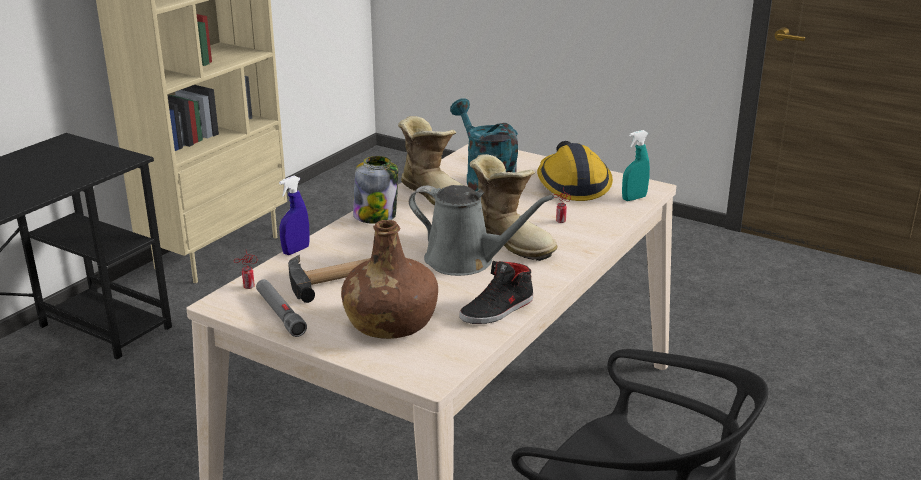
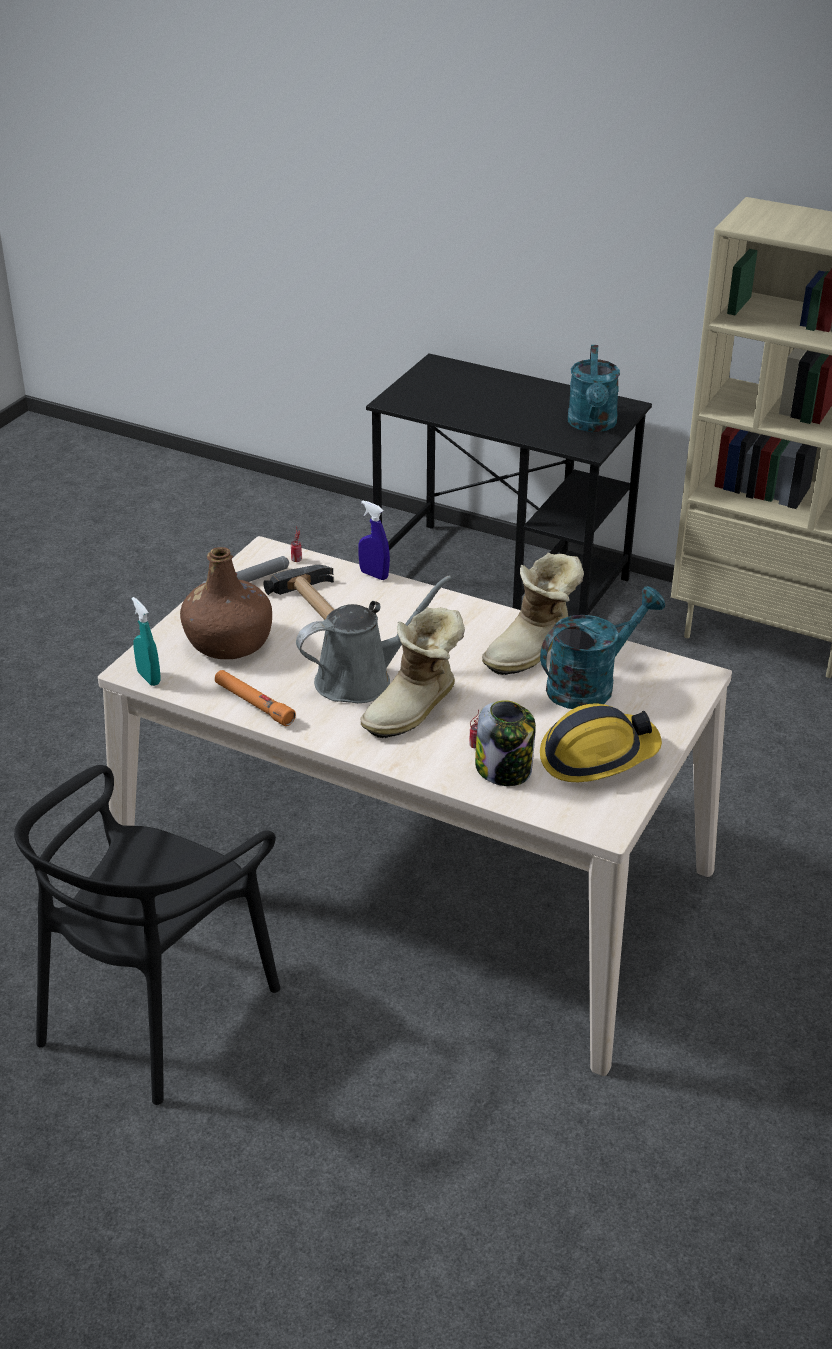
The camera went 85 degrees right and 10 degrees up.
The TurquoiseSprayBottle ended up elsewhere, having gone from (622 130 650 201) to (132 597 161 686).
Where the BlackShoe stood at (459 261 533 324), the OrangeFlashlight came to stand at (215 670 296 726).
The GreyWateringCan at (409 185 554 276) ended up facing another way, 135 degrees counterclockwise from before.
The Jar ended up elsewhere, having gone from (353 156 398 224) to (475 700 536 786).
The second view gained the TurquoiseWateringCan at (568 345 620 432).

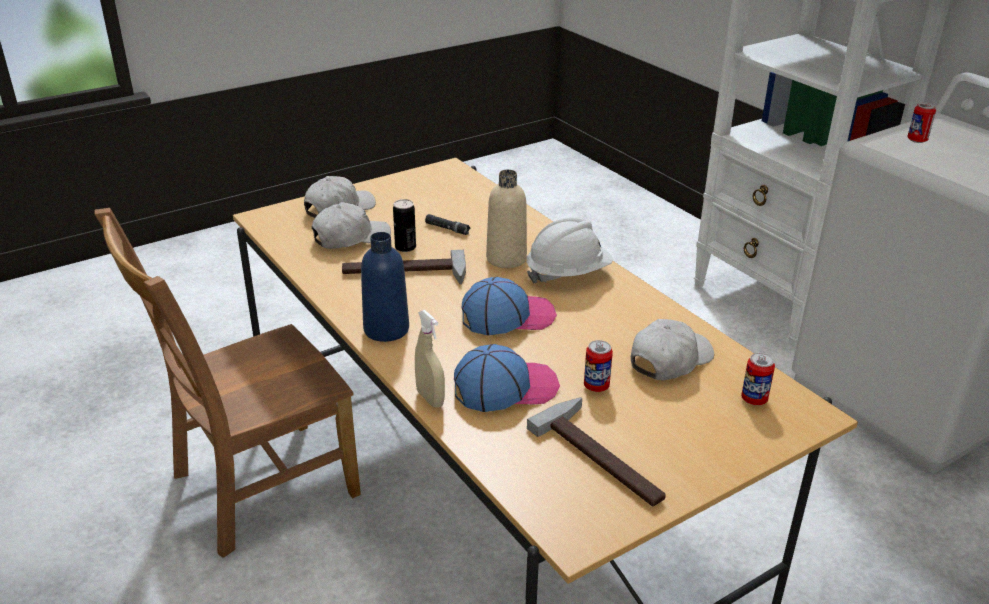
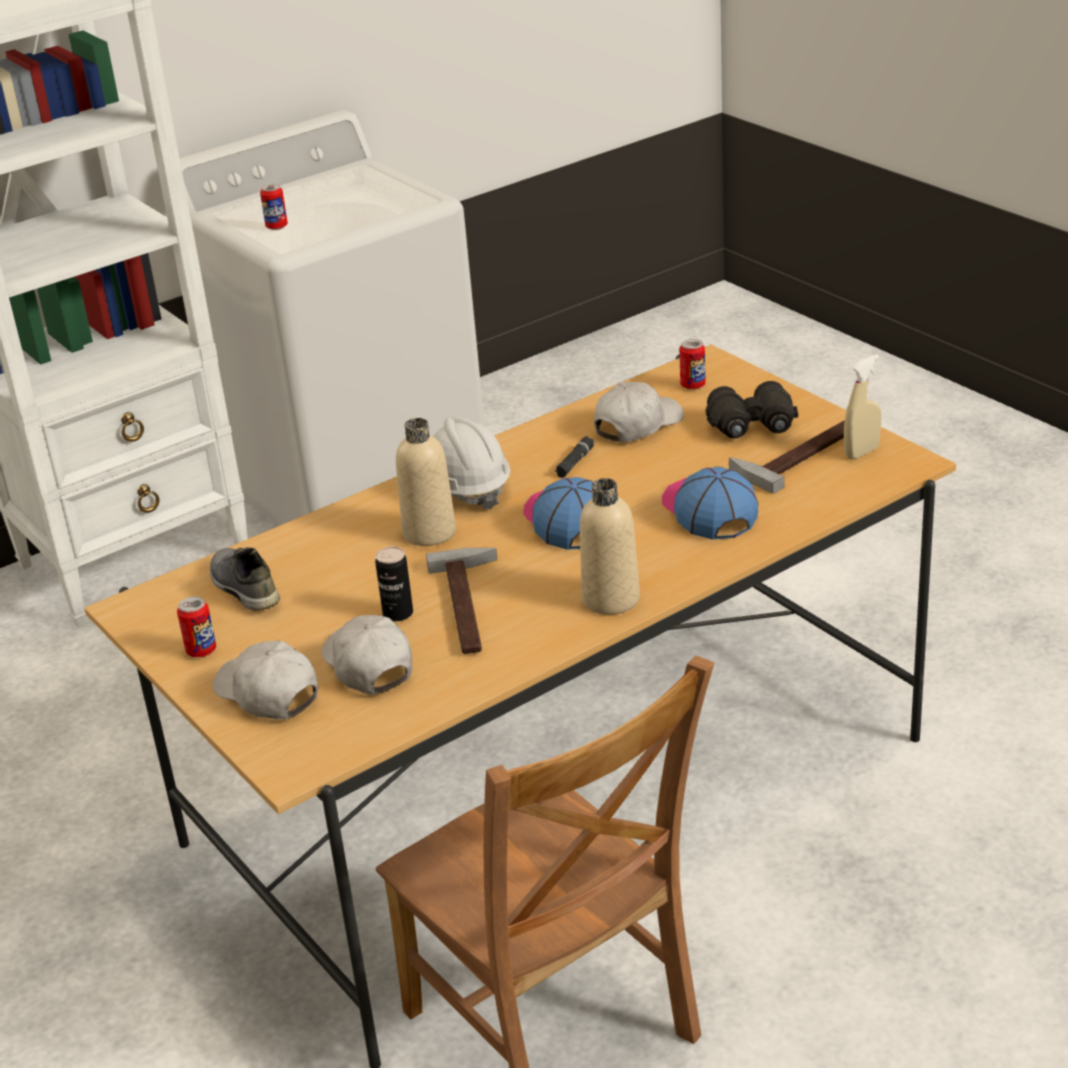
The camera went 90 degrees left and 0 degrees up.
The Can ended up elsewhere, having gone from (584 340 613 392) to (177 597 216 657).
The second view gained the GreyShoe at (210 547 280 611).
The BlackFlashlight ended up elsewhere, having gone from (425 214 470 235) to (555 436 594 478).
What was the BlueBottle at (361 232 409 342) turned into the BeigeBottle at (580 478 640 615).
The WhiteCap at (631 319 714 380) ended up facing another way, 90 degrees clockwise from before.
The second view gained the BlackBinoculars at (706 381 798 438).
The BeigeSprayBottle ended up elsewhere, having gone from (415 310 445 408) to (844 354 881 459).

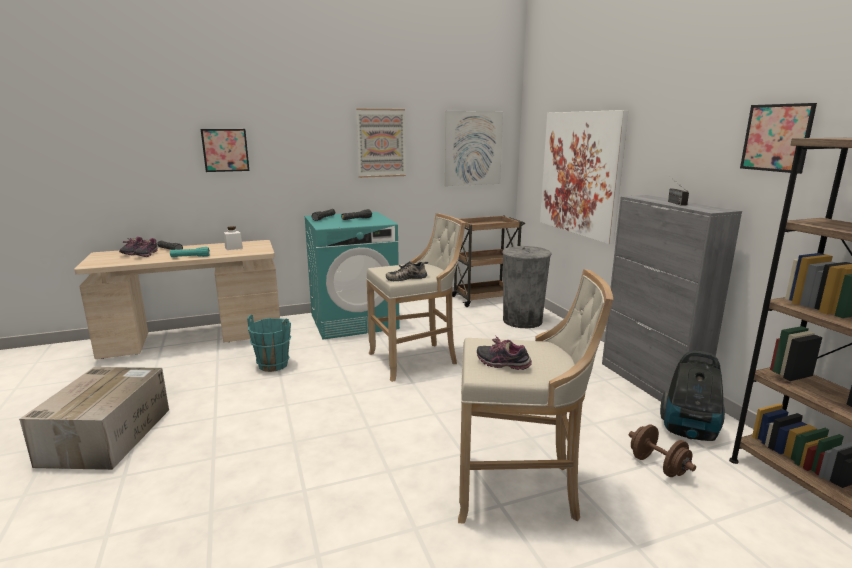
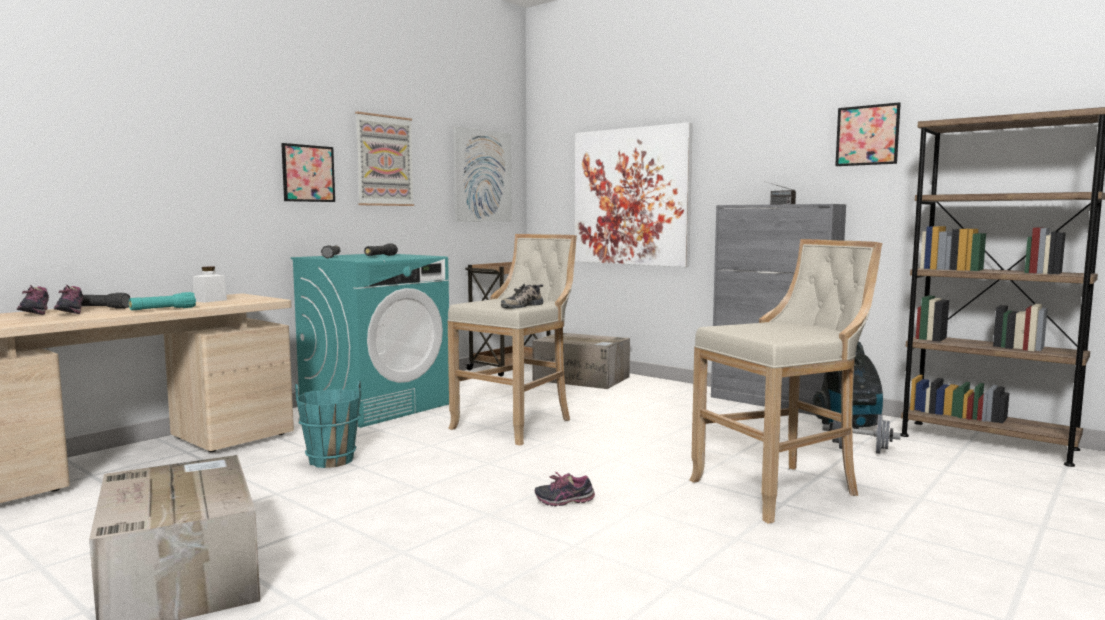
The camera went 30 degrees left and 10 degrees down.
The Picture ended up elsewhere, having gone from (201 129 249 172) to (281 143 335 202).
Where the GreyTrashCan stood at (502 246 552 328), the CardboardBox came to stand at (532 333 630 389).
The Shoe ended up elsewhere, having gone from (477 336 532 370) to (535 472 595 506).
What was the BrownDumbbell at (629 424 696 477) turned into the GreyDumbbell at (823 414 901 454).

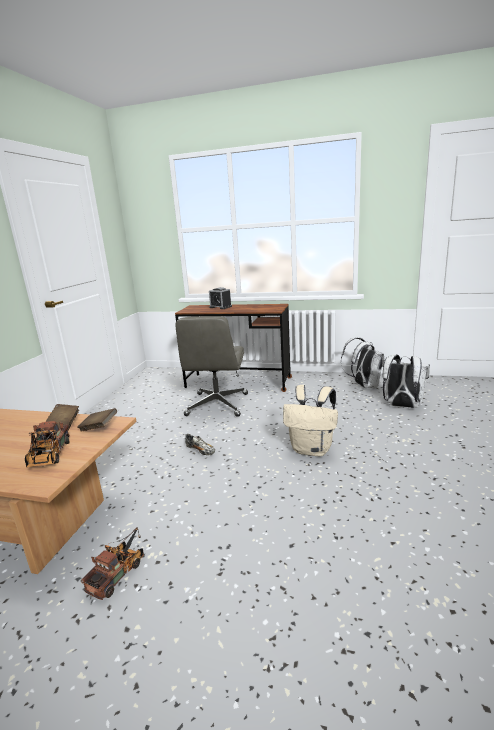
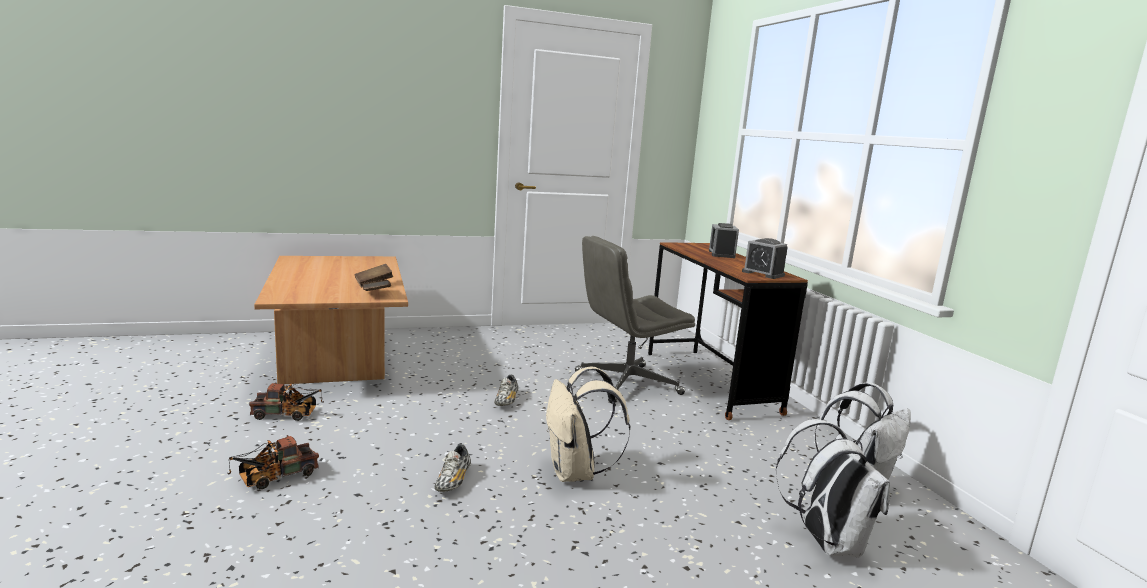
The camera went 55 degrees right and 5 degrees down.
The ToyTruck ended up elsewhere, having gone from (25 421 70 467) to (227 435 319 489).
The second view gained the Shoe at (434 444 471 492).
The second view gained the AlarmClock at (742 238 788 279).

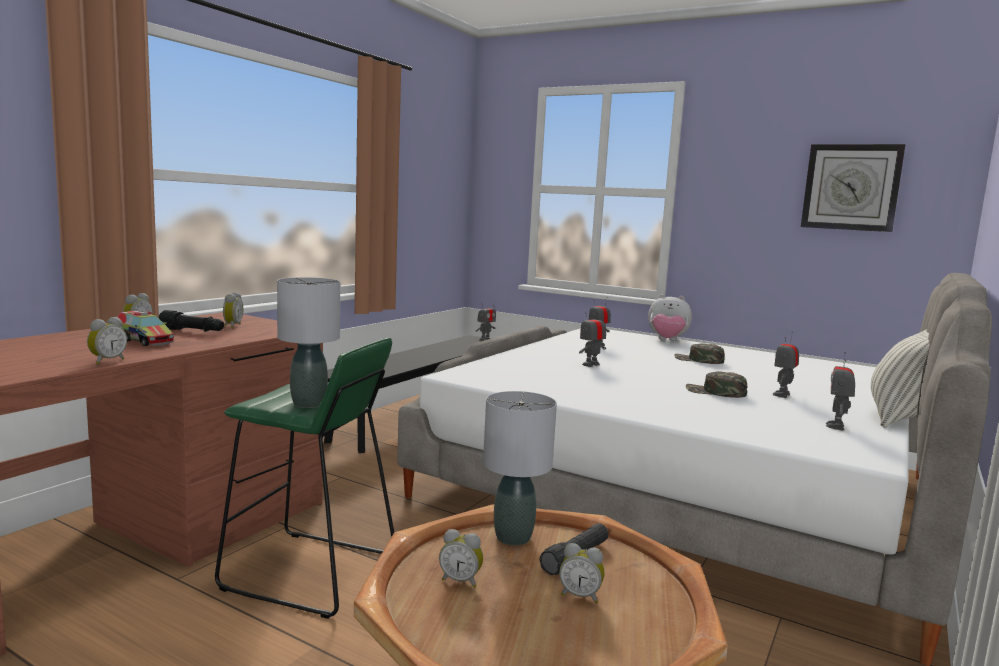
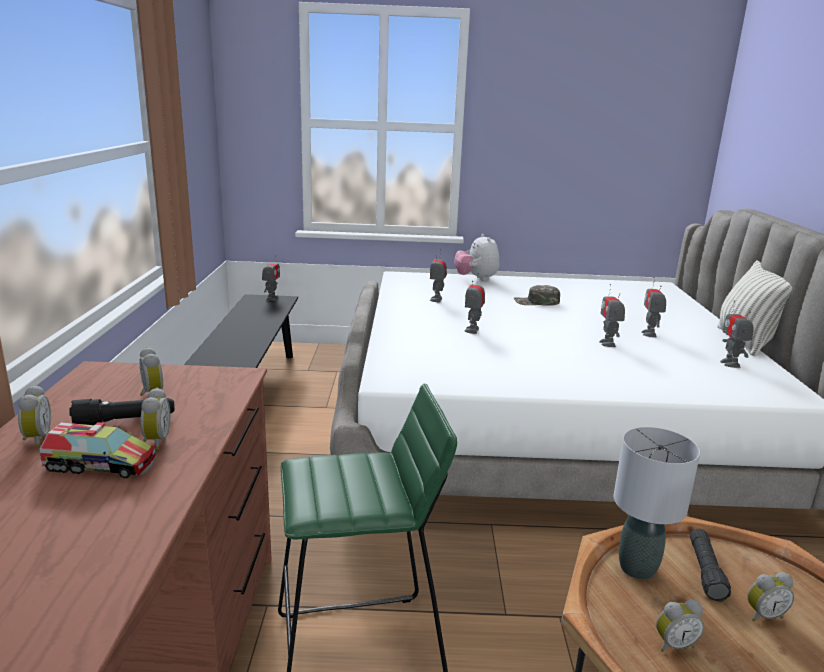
The camera went 30 degrees left and 10 degrees up.
The AlarmClock ended up elsewhere, having gone from (87 317 127 364) to (141 387 171 449).
The PlushToy at (648 294 692 341) ended up facing another way, 90 degrees clockwise from before.
Where the GreenCap stood at (686 371 747 398), the ToyRobot came to stand at (599 284 625 347).
The second view lost the GreyTableLamp at (277 277 340 408).
The second view lost the WallClock at (801 144 906 232).

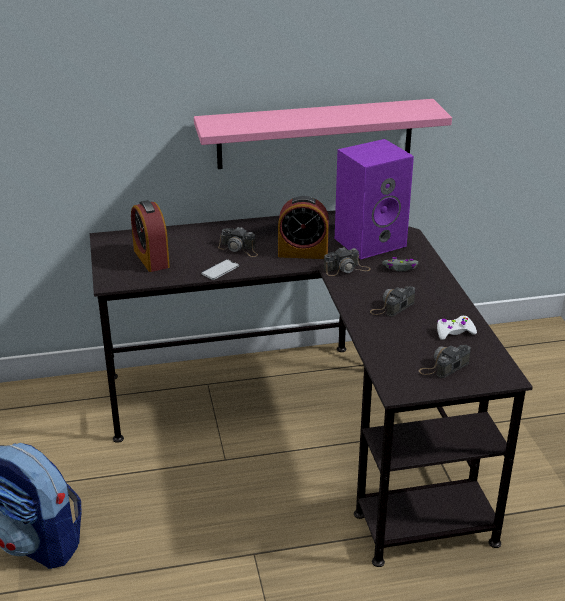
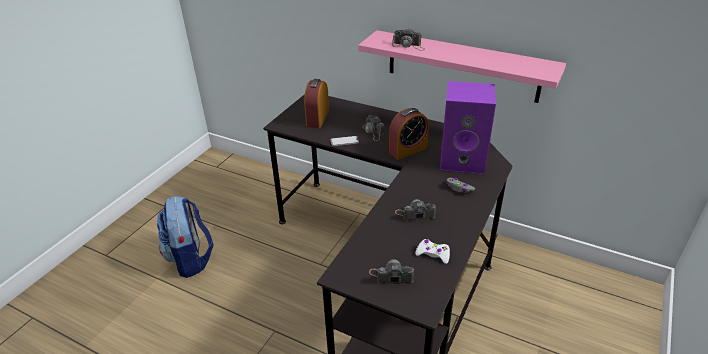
The camera went 40 degrees right and 5 degrees up.
The AlarmClock at (278 196 329 259) ended up facing another way, 75 degrees counterclockwise from before.
The PhotoCamera ended up elsewhere, having gone from (324 247 371 276) to (392 28 425 50).

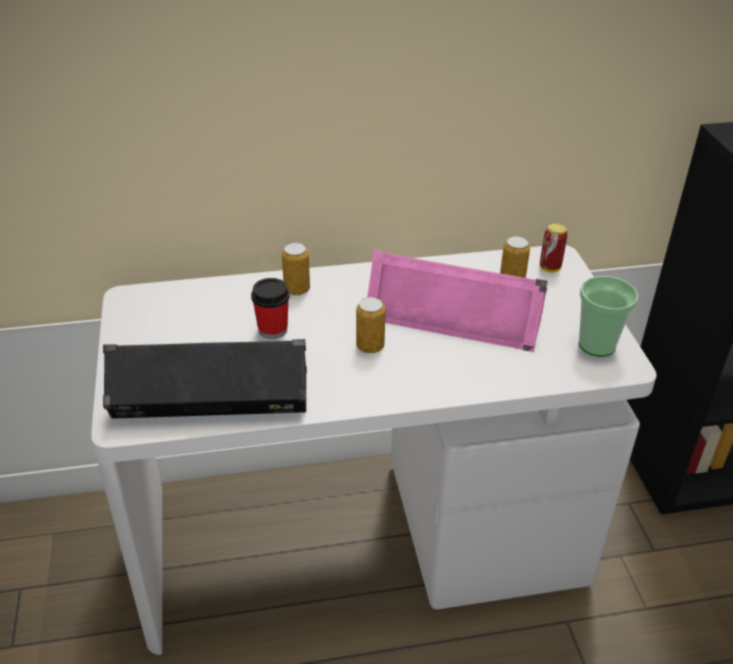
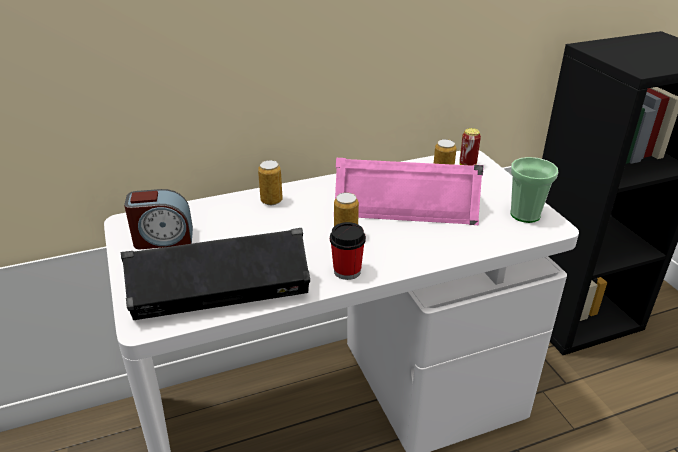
The camera went 10 degrees left and 5 degrees down.
The second view gained the AlarmClock at (124 189 193 249).
The Cup ended up elsewhere, having gone from (251 278 290 339) to (330 222 366 280).

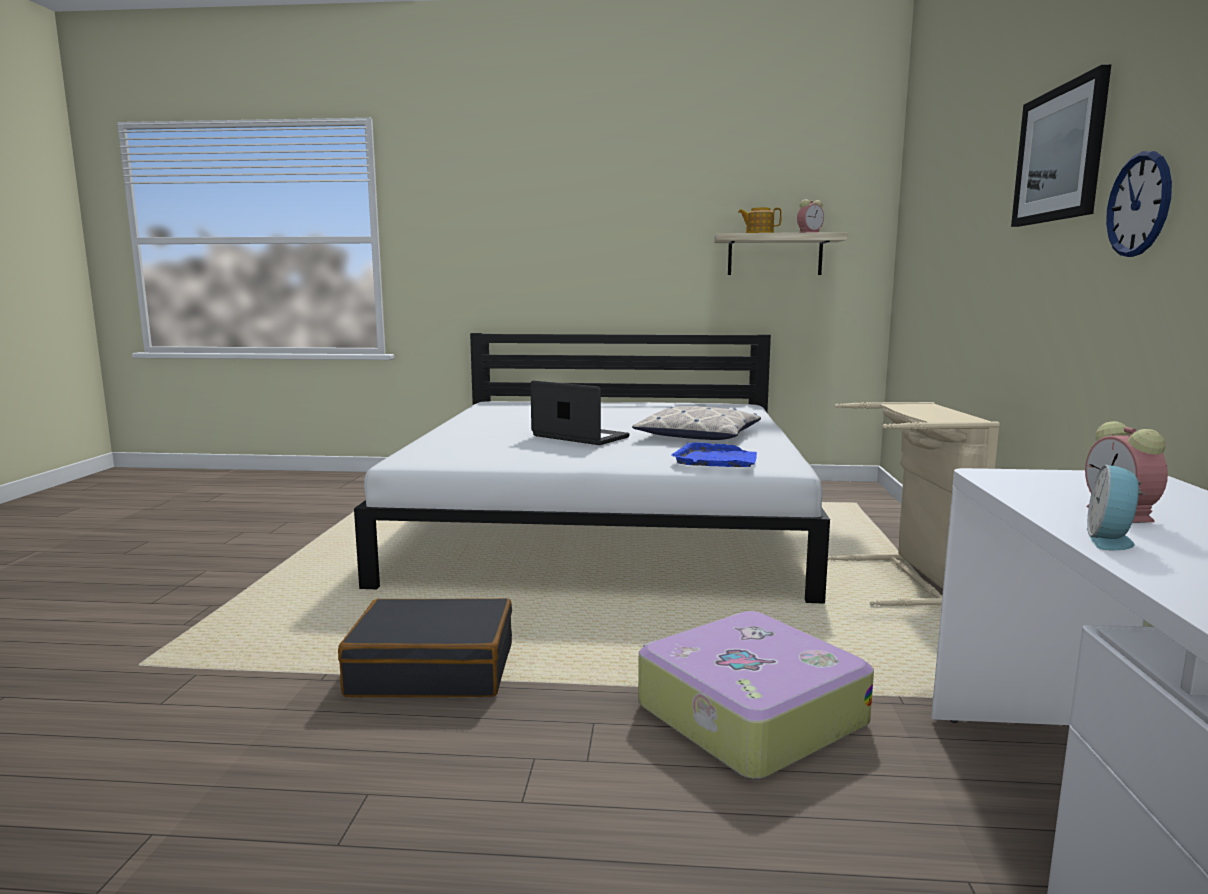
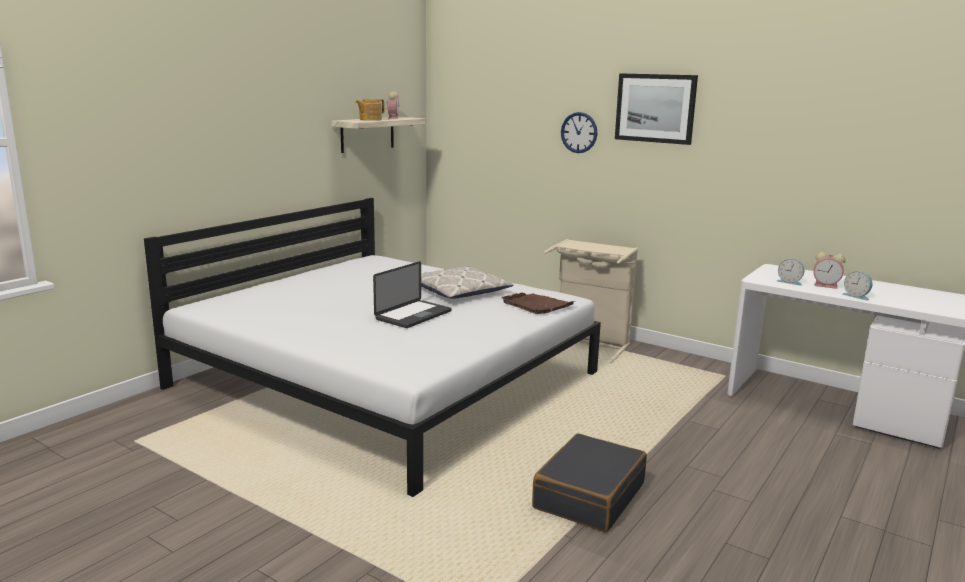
The camera went 60 degrees left and 5 degrees up.
The Laptop at (530 381 629 445) ended up facing another way, 150 degrees clockwise from before.
What was the BlueTray at (671 442 757 467) turned into the BrownTray at (501 293 575 314).
The WallClock ended up elsewhere, having gone from (1106 151 1172 257) to (561 112 597 153).
The second view gained the AlarmClock at (777 258 804 286).
The second view lost the Suitcase at (638 611 874 779).

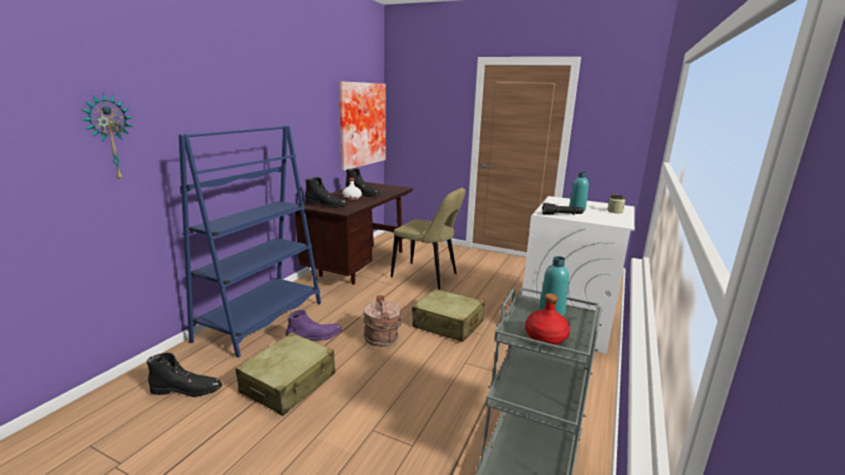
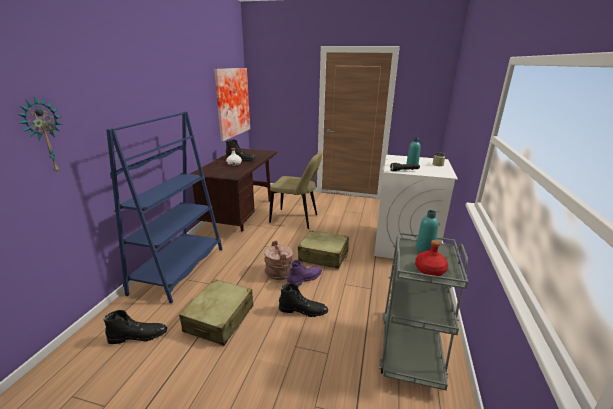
The camera went 10 degrees left and 5 degrees up.
The BlackBoot ended up elsewhere, having gone from (305 177 348 208) to (279 284 328 317).
The PurpleBoot ended up elsewhere, having gone from (286 310 342 340) to (287 260 322 287).

